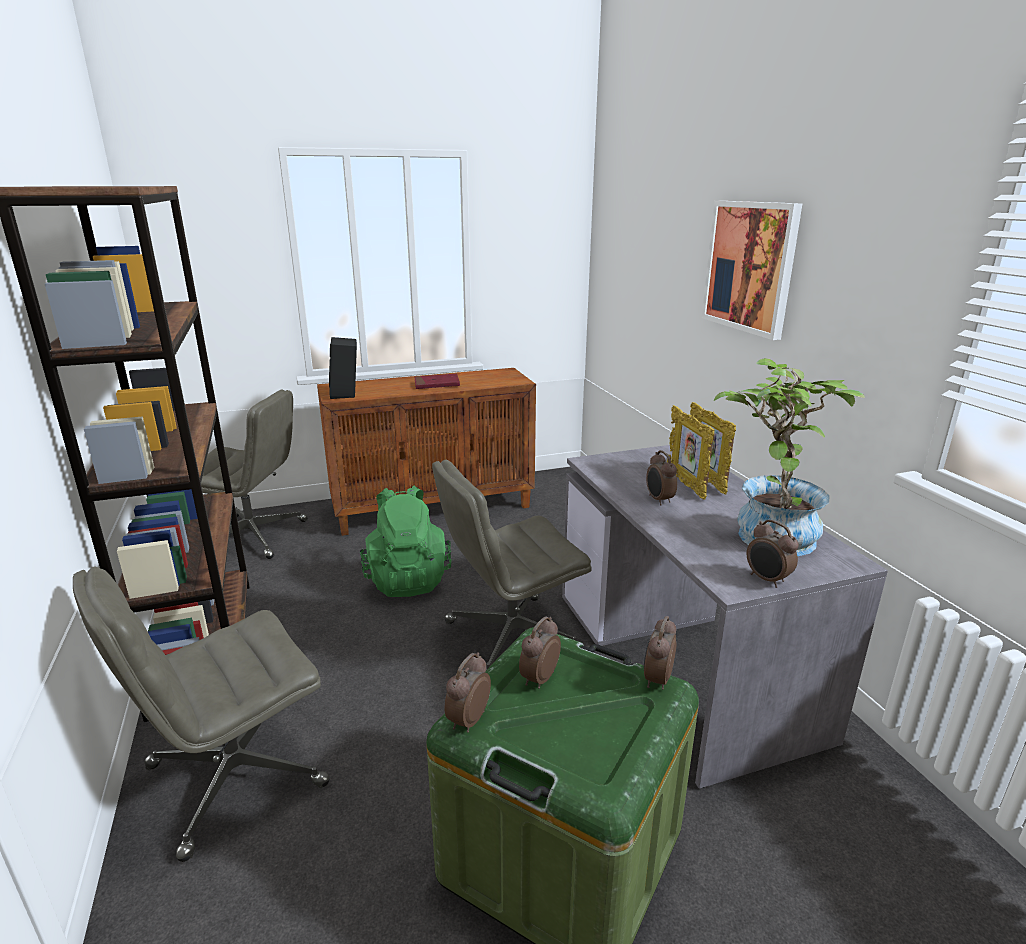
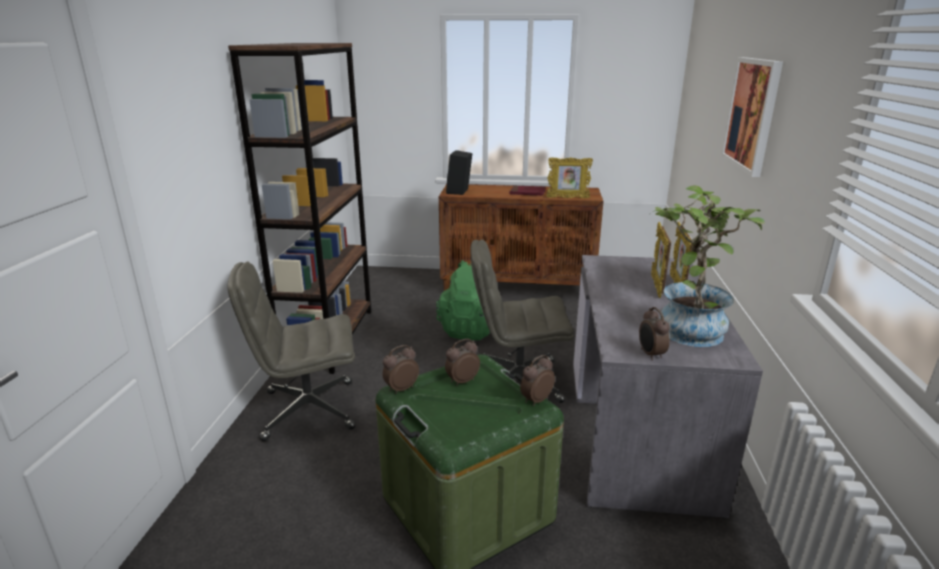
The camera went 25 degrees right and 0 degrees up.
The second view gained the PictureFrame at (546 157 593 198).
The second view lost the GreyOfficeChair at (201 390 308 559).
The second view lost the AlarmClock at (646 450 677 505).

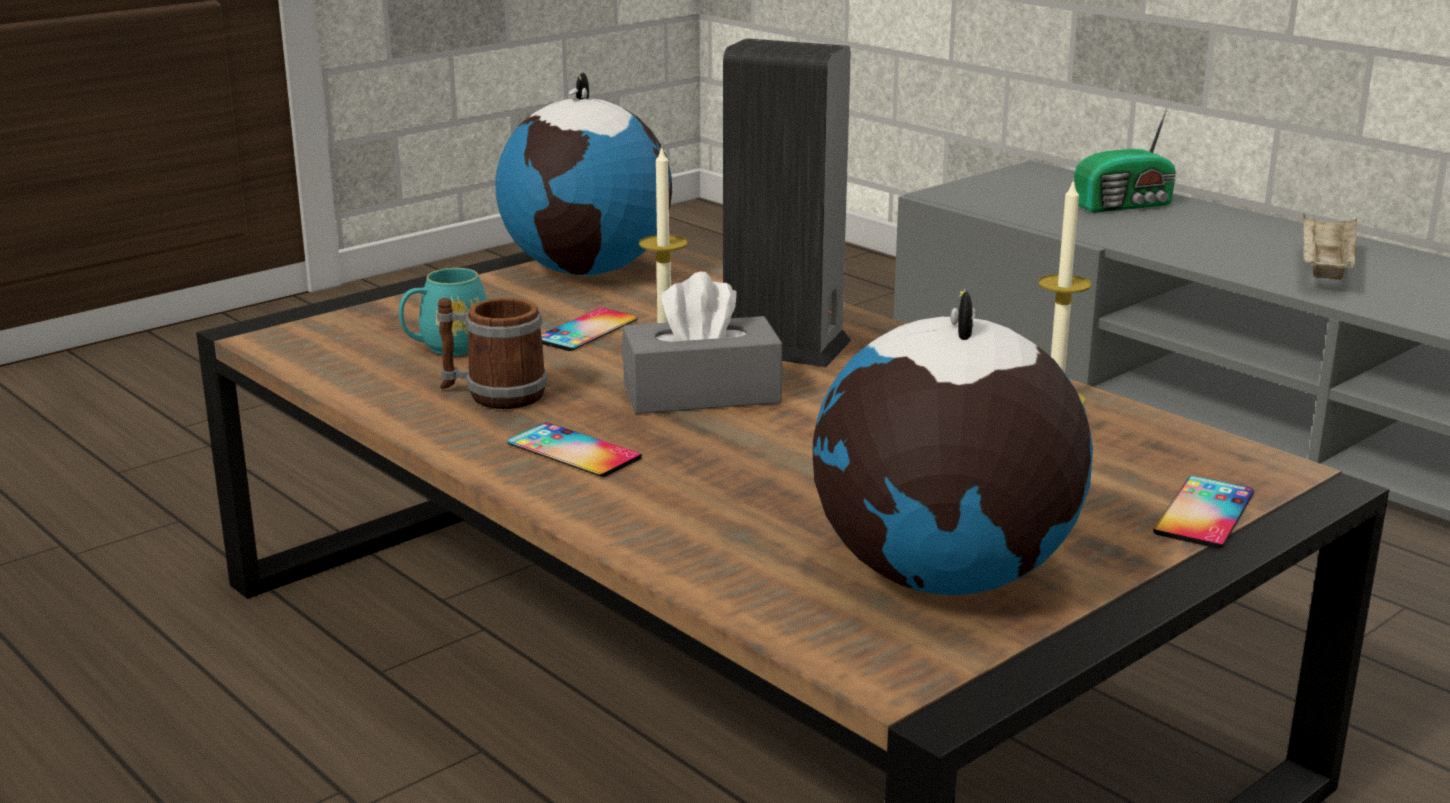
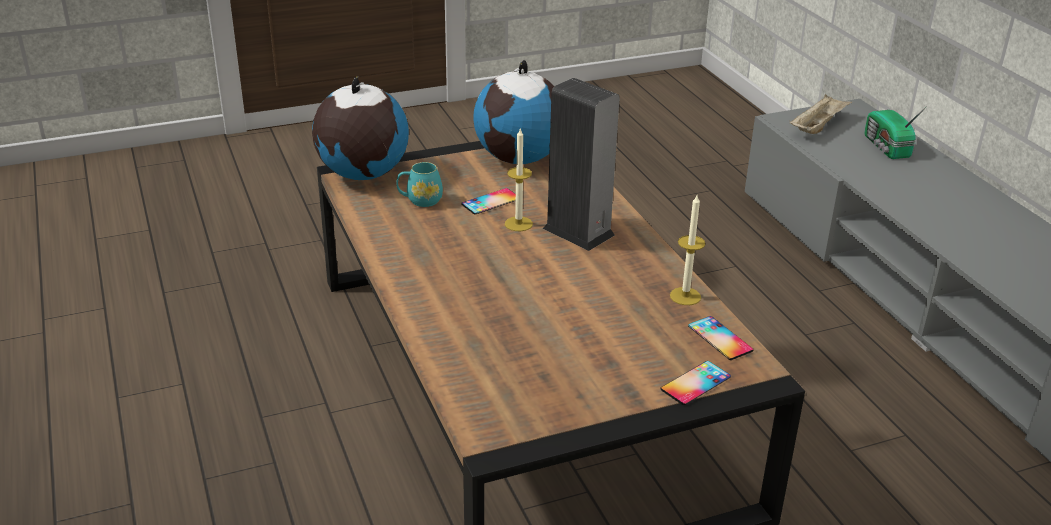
The camera went 20 degrees right and 10 degrees up.
The Globe ended up elsewhere, having gone from (812 289 1093 595) to (312 77 409 180).
The Phone ended up elsewhere, having gone from (507 422 642 477) to (688 316 754 360).
The BeigeTray ended up elsewhere, having gone from (1303 213 1357 280) to (790 94 852 134).
The Radio at (1074 103 1177 213) ended up facing another way, 75 degrees clockwise from before.
The second view lost the Mug at (437 298 548 409).
The second view lost the GreyTissueBox at (622 272 782 414).

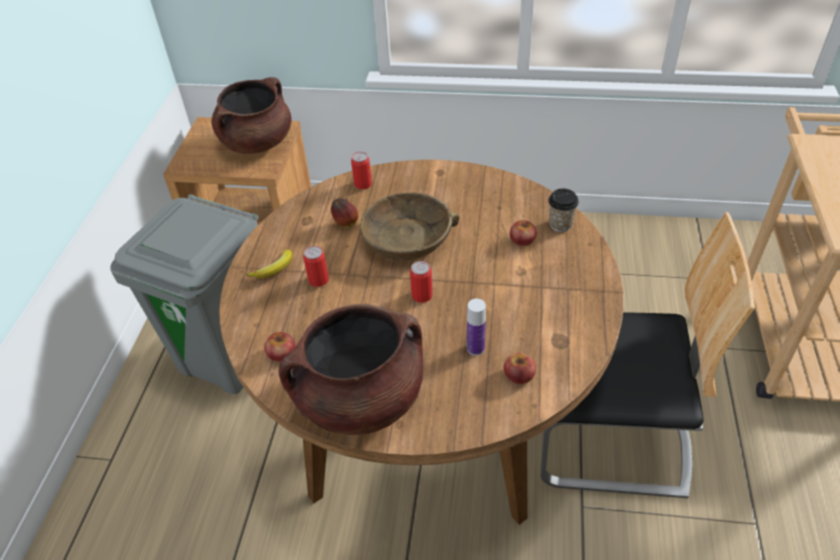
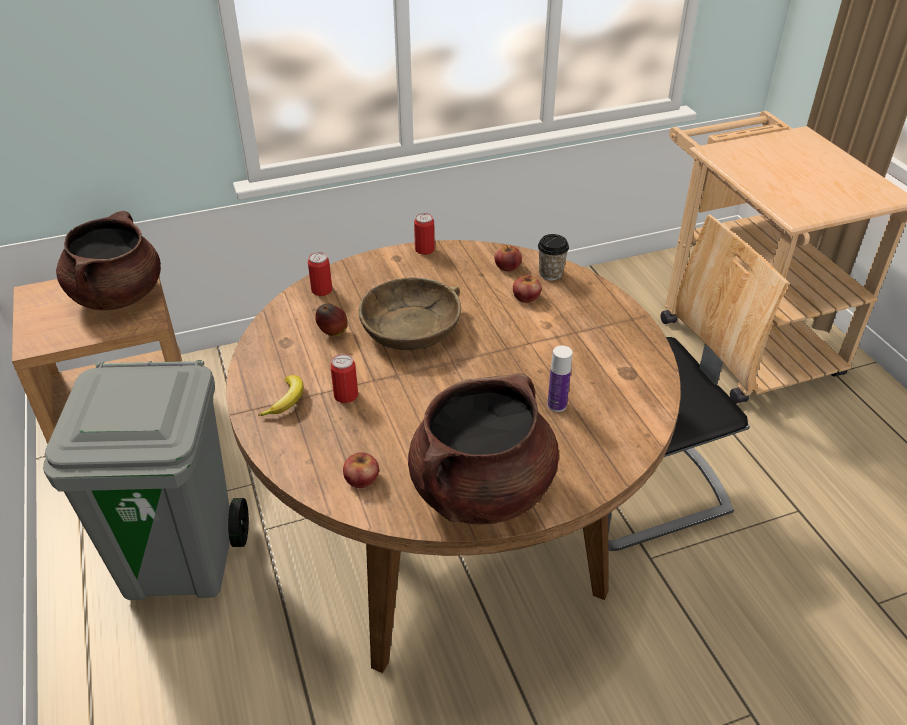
The camera went 30 degrees left and 5 degrees down.
The Can ended up elsewhere, having gone from (410 261 433 303) to (414 213 435 255).
The Apple ended up elsewhere, having gone from (504 353 536 384) to (494 245 522 271).

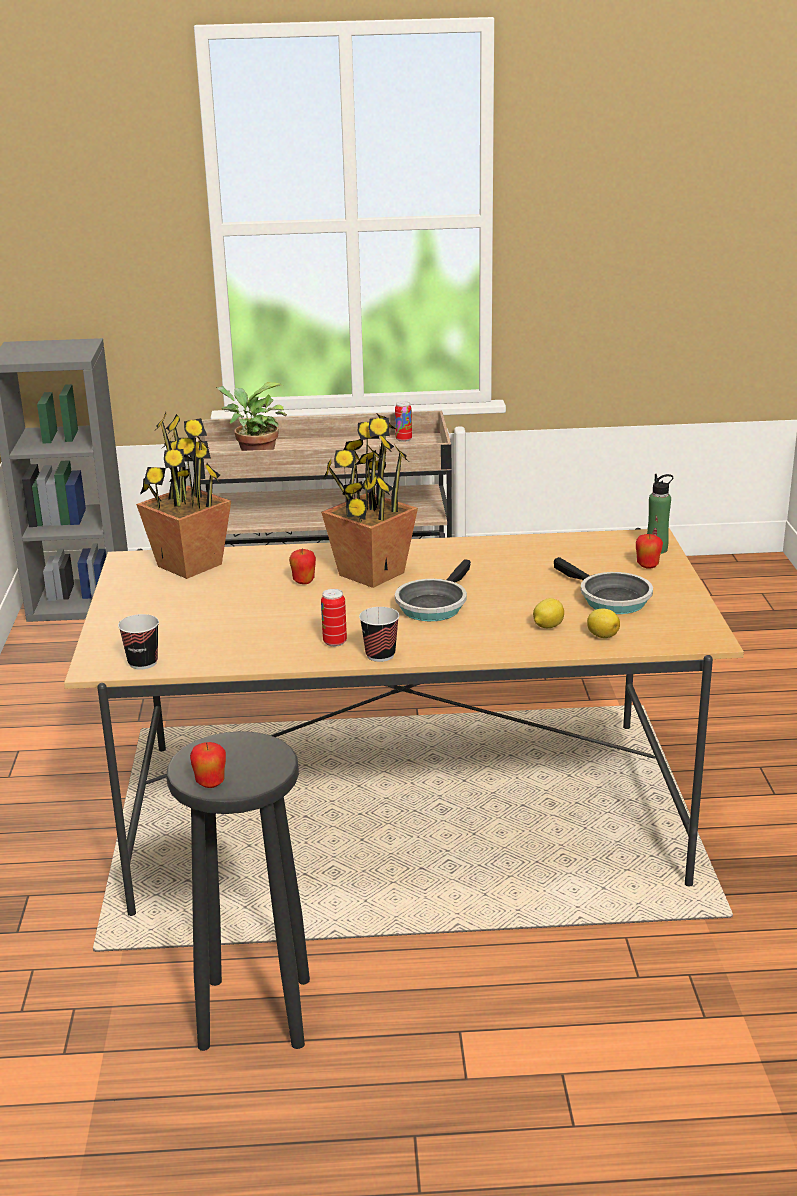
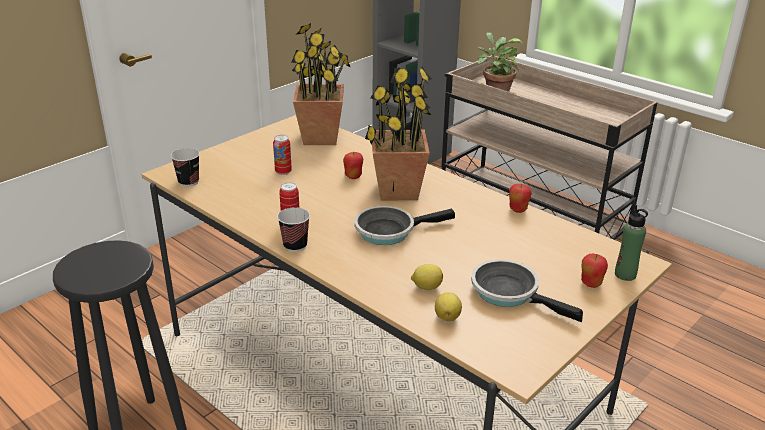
The camera went 45 degrees right and 5 degrees up.
The Can ended up elsewhere, having gone from (395 401 412 442) to (273 135 292 175).
The FryingPan at (554 557 653 614) ended up facing another way, 120 degrees clockwise from before.
The Apple ended up elsewhere, having gone from (190 742 226 788) to (509 184 532 213).

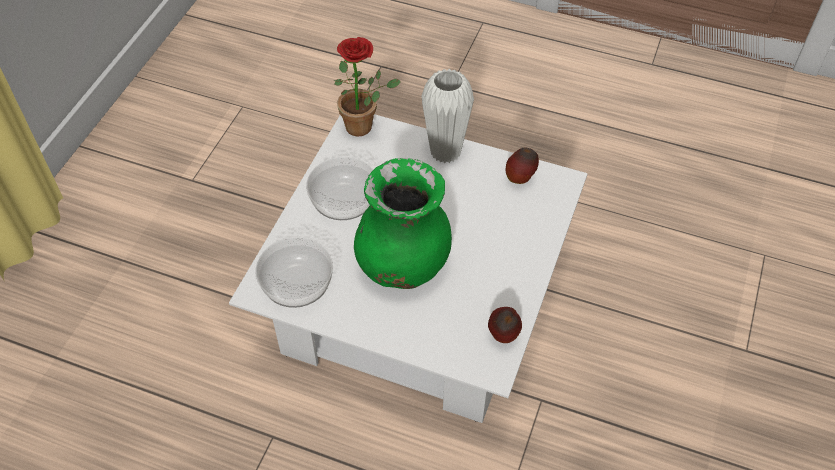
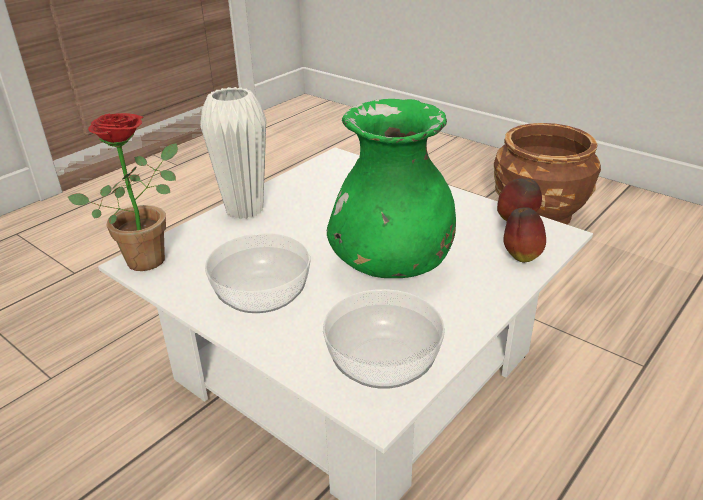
The camera went 70 degrees left and 20 degrees down.
The second view gained the BrownPlanter at (494 123 601 224).
The Apple ended up elsewhere, having gone from (506 148 539 184) to (503 207 546 262).

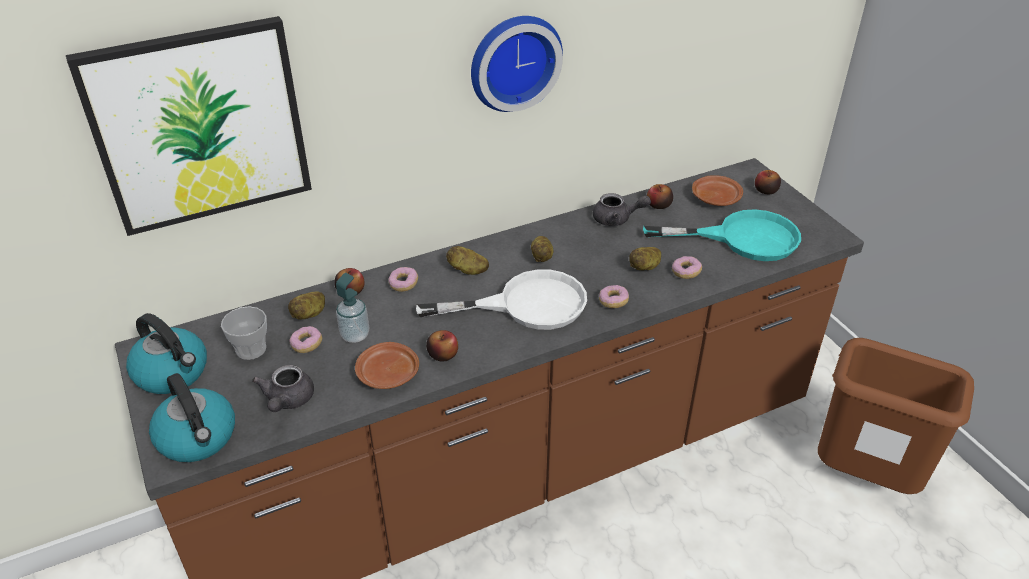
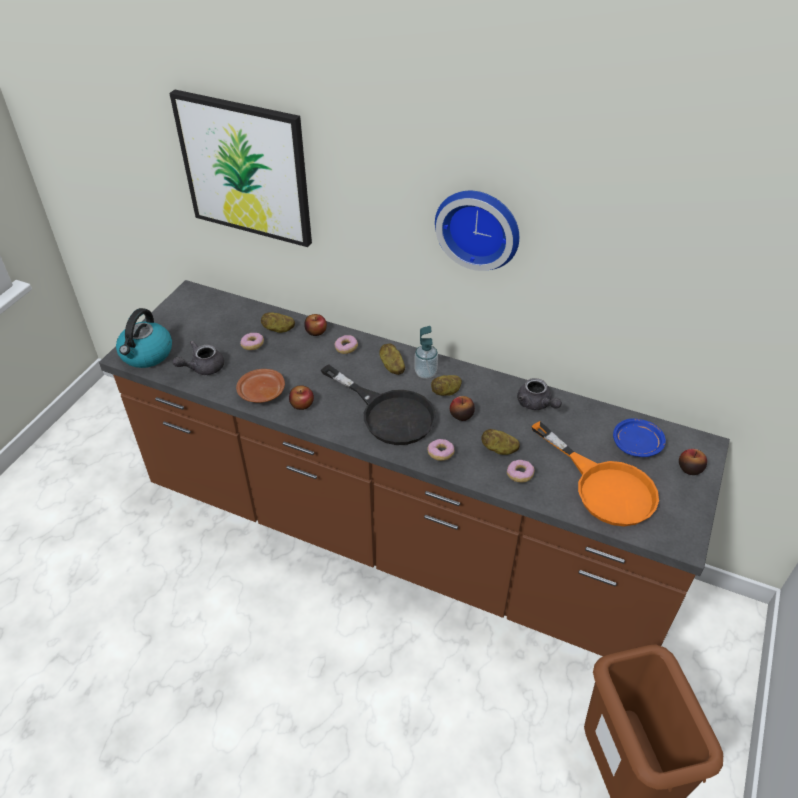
The camera went 50 degrees right and 5 degrees up.
What was the WhiteFryingPan at (416 269 587 330) turned into the BlackFryingPan at (321 364 436 445).
The SoapDispenser ended up elsewhere, having gone from (336 273 369 343) to (414 326 438 379).
The Apple ended up elsewhere, having gone from (647 184 673 209) to (450 396 475 421).
What was the TurquoiseFryingPan at (643 209 801 261) turned into the OrangeFryingPan at (531 421 659 526).
What was the BrownPlate at (692 175 743 206) turned into the BluePlate at (613 418 666 457).
The second view lost the Kettle at (126 313 207 394).
The second view lost the Cup at (221 306 267 360).

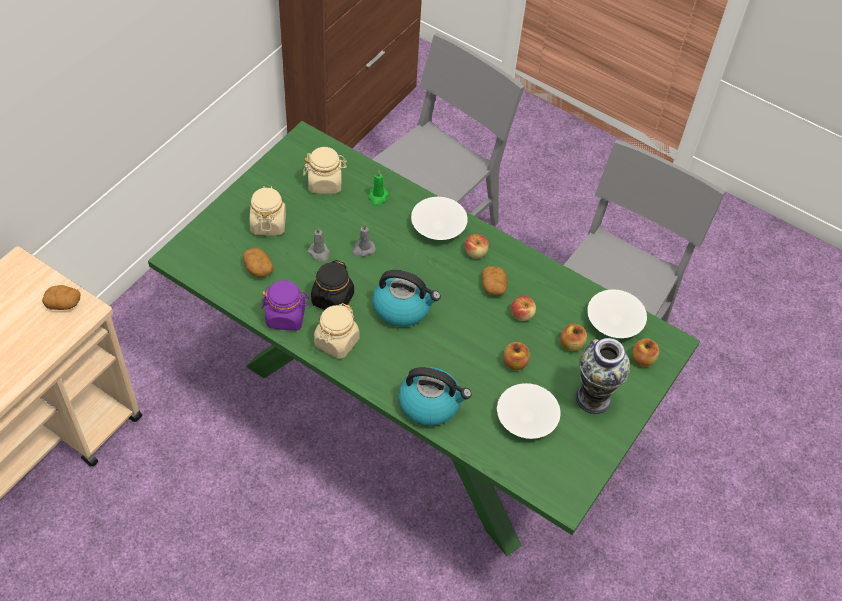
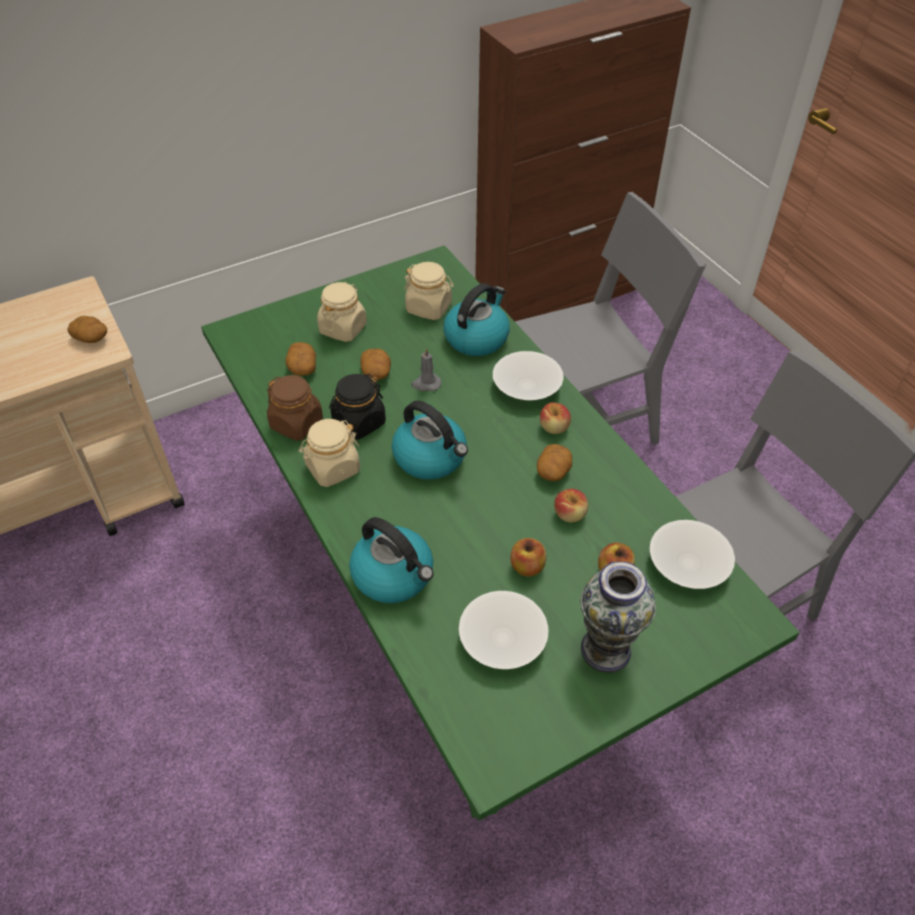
The camera went 30 degrees right and 5 degrees down.
What was the PurpleJar at (261 280 309 331) turned into the BrownJar at (267 375 323 441).
Where the GreyCandle stood at (308 227 330 262), the Potato came to stand at (360 349 391 380).
Where the GreenCandle stood at (369 171 389 206), the Kettle came to stand at (443 283 510 356).
The second view lost the Apple at (632 338 659 367).

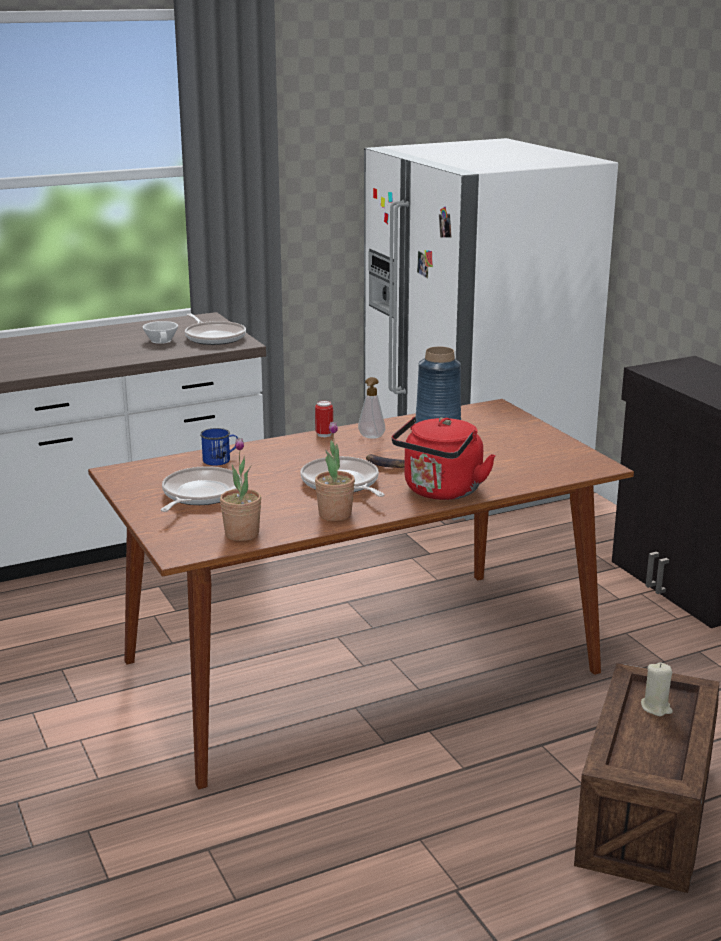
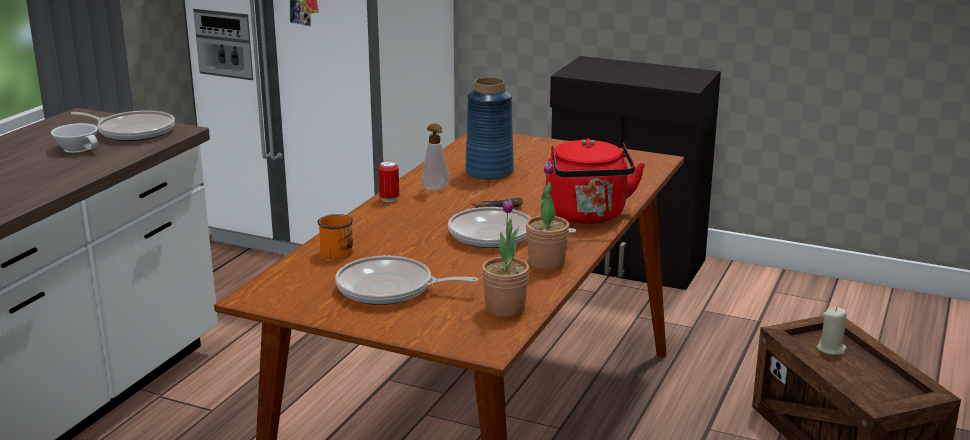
The camera went 40 degrees left and 0 degrees up.
What was the BlueMug at (200 428 238 466) turned into the OrangeMug at (317 214 353 259).
The FryingPan at (161 466 241 512) ended up facing another way, 60 degrees counterclockwise from before.

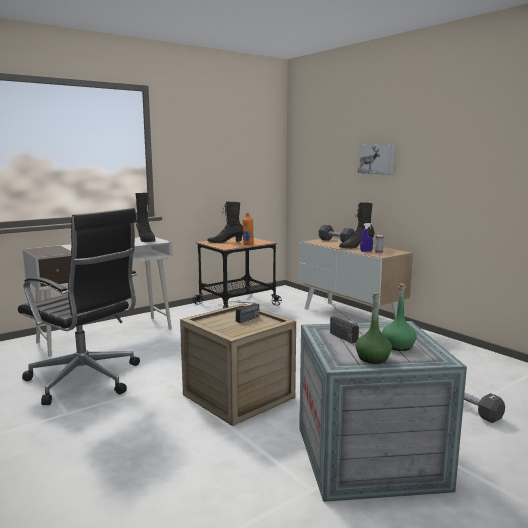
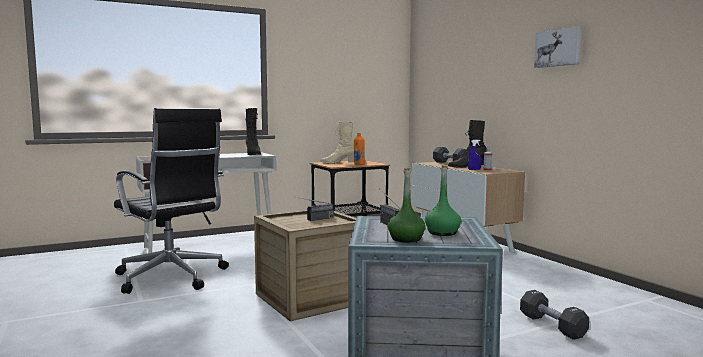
The camera went 10 degrees right and 5 degrees down.
What was the BlackBoot at (207 202 243 243) turned into the BeigeBoot at (320 122 354 164).
The Picture ended up elsewhere, having gone from (358 144 395 175) to (534 26 582 68).

